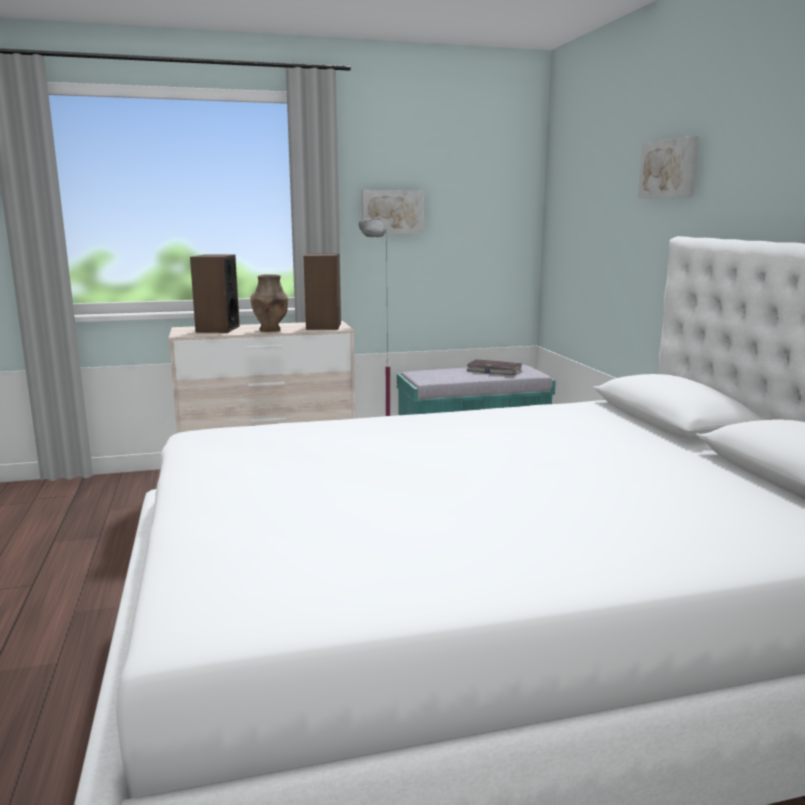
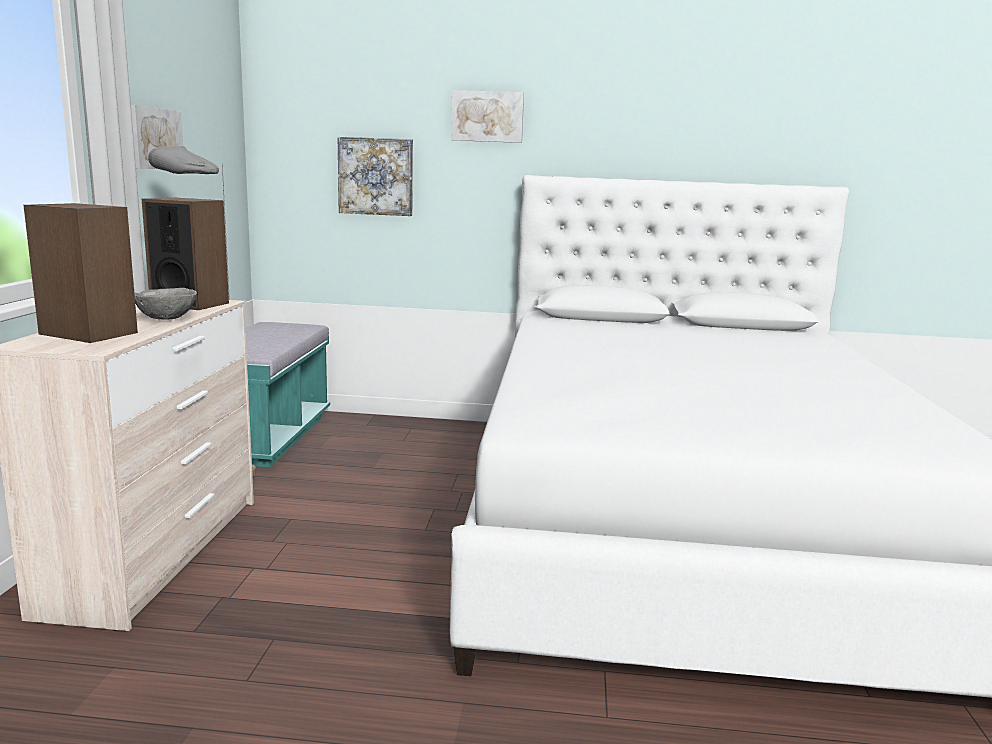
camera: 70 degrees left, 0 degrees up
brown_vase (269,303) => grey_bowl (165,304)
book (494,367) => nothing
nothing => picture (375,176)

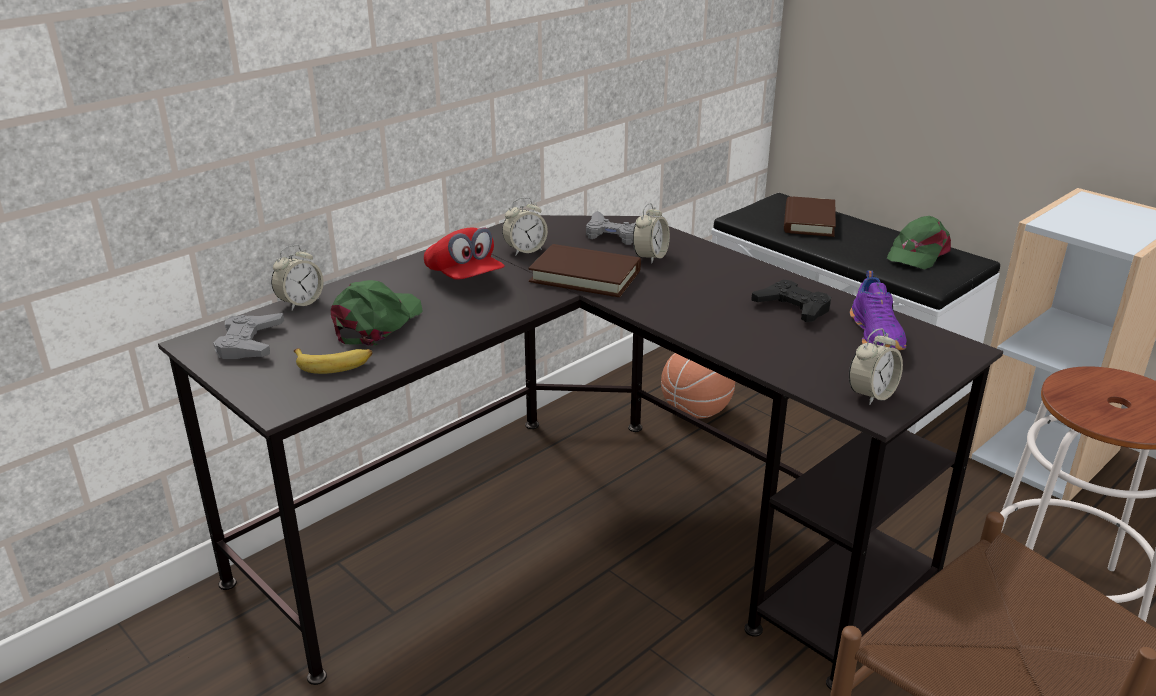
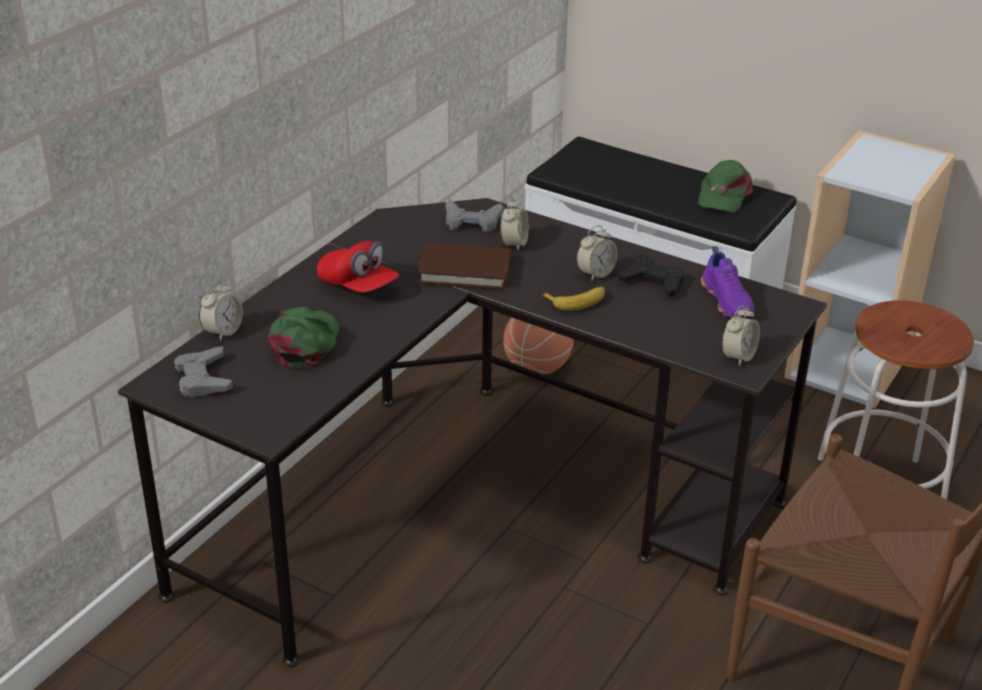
camera: 15 degrees left, 5 degrees up
banana (333,361) => banana (573,299), shifted
alarm_clock (525,226) => alarm_clock (596,253), shifted
brown_book (810,216) => nothing

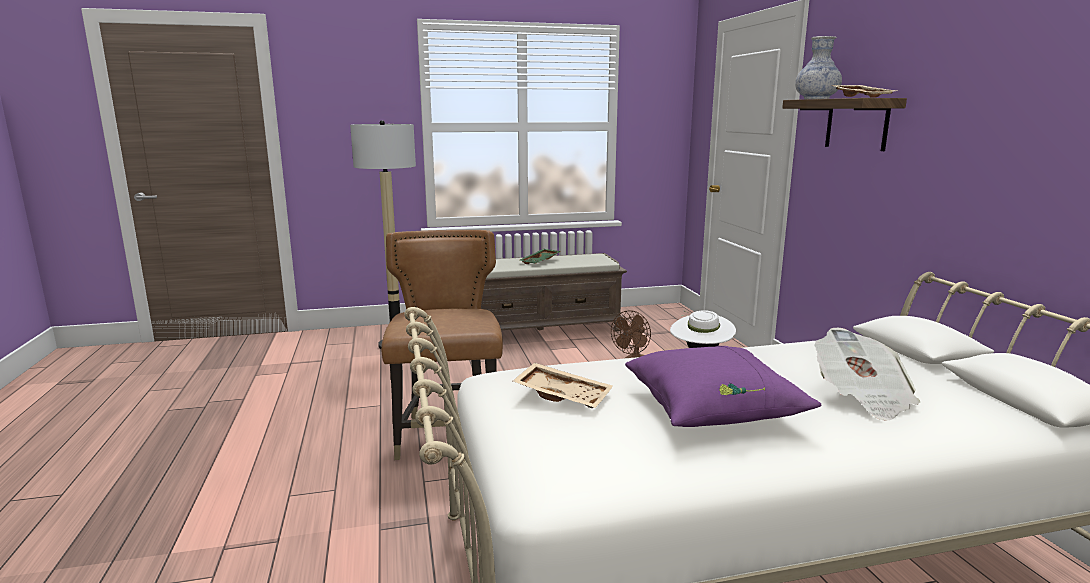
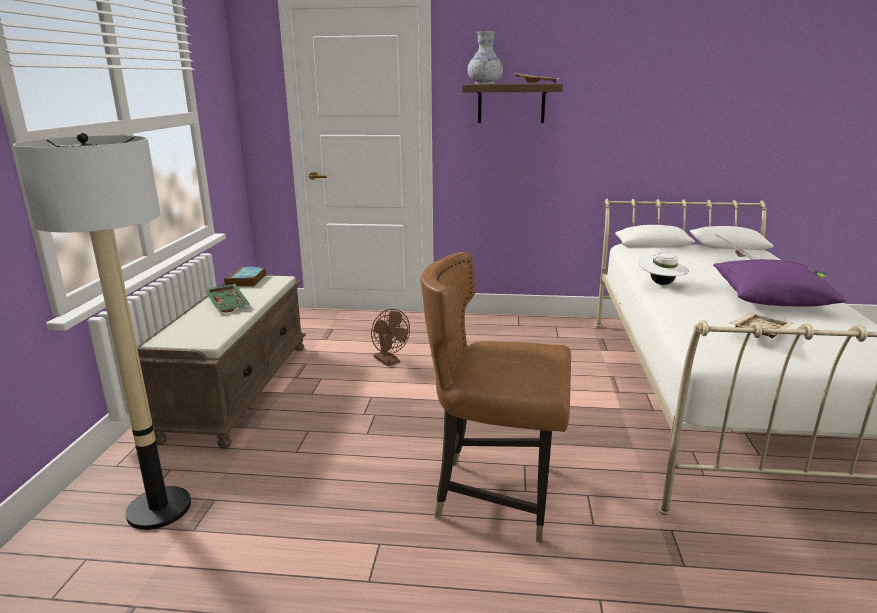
camera: 70 degrees left, 5 degrees up
nothing => book (245,277)

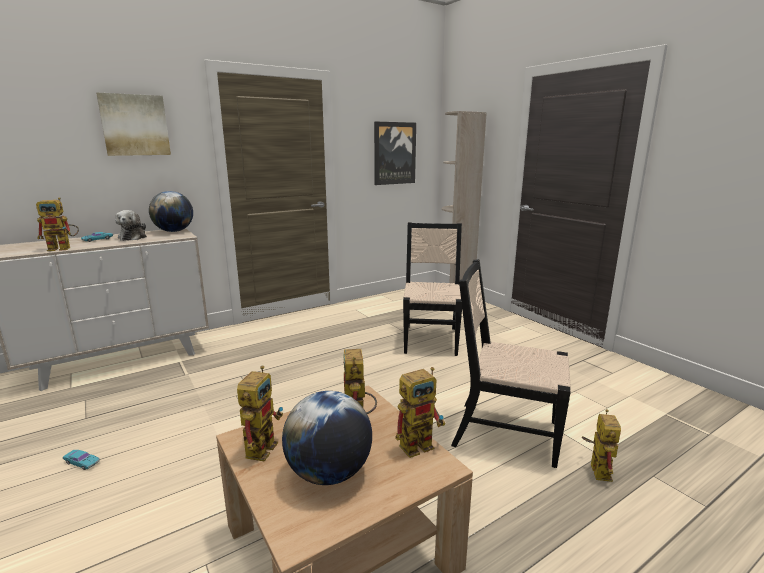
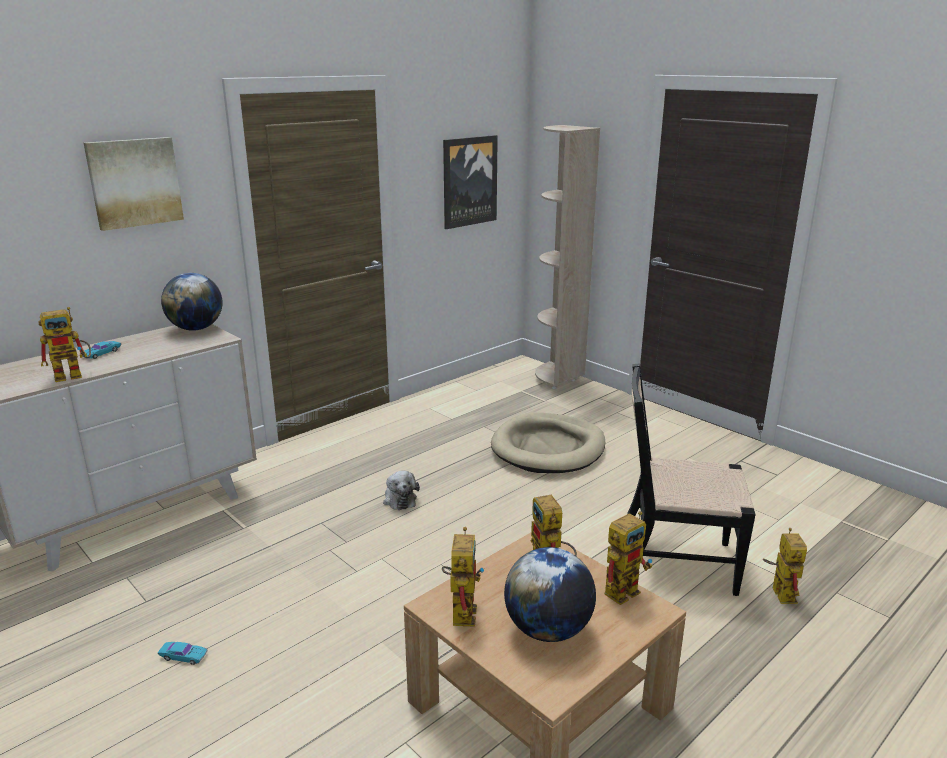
camera: 10 degrees left, 5 degrees up
plush_toy (131,225) => plush_toy (401,490), shifted
chair (432,289) => beige_dog_bed (548,442)

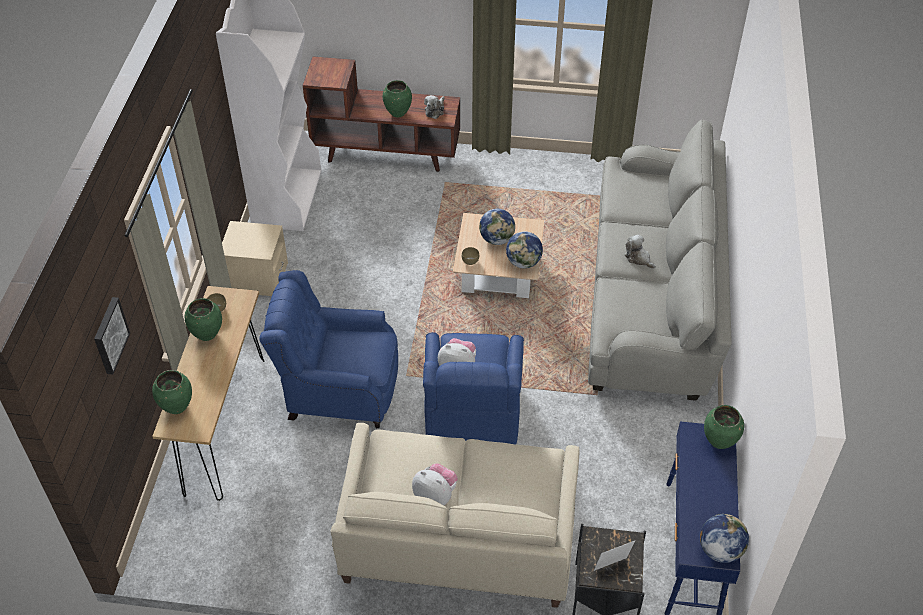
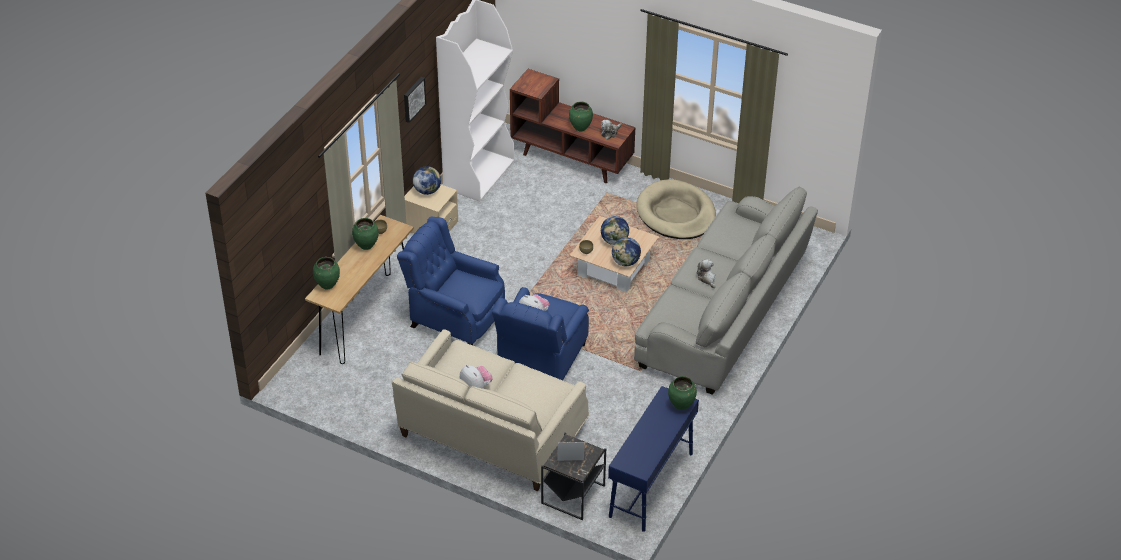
camera: 20 degrees right, 5 degrees down
picture (112,335) => picture (415,100), shifted
globe (724,538) => globe (427,180), shifted
nothing => beige_dog_bed (676,209)

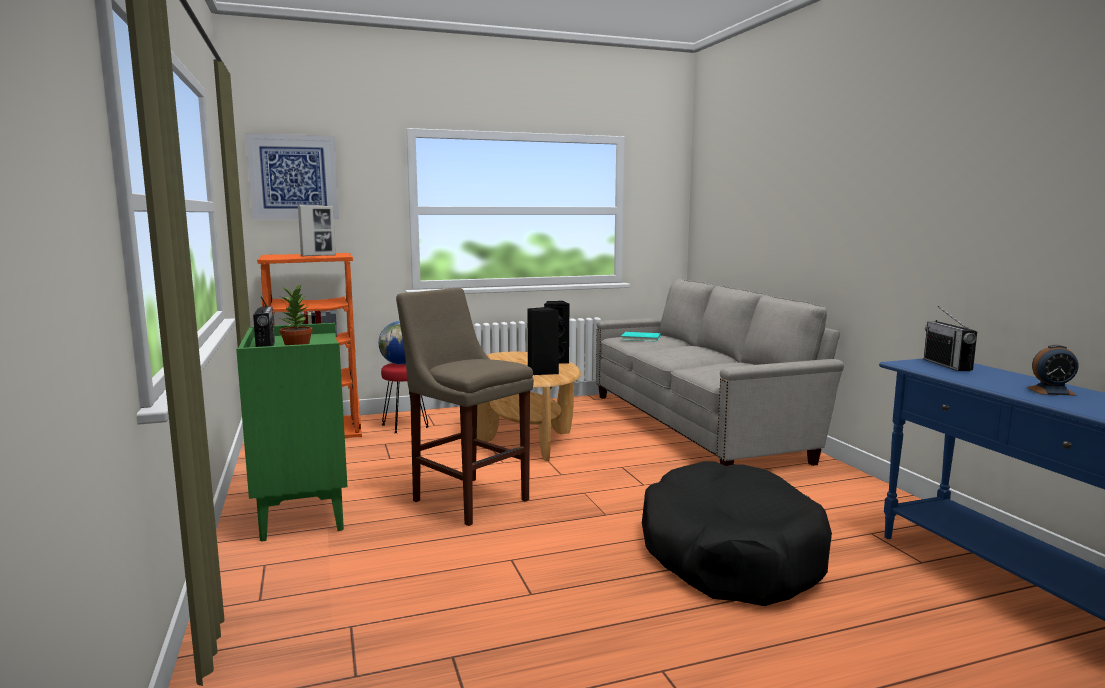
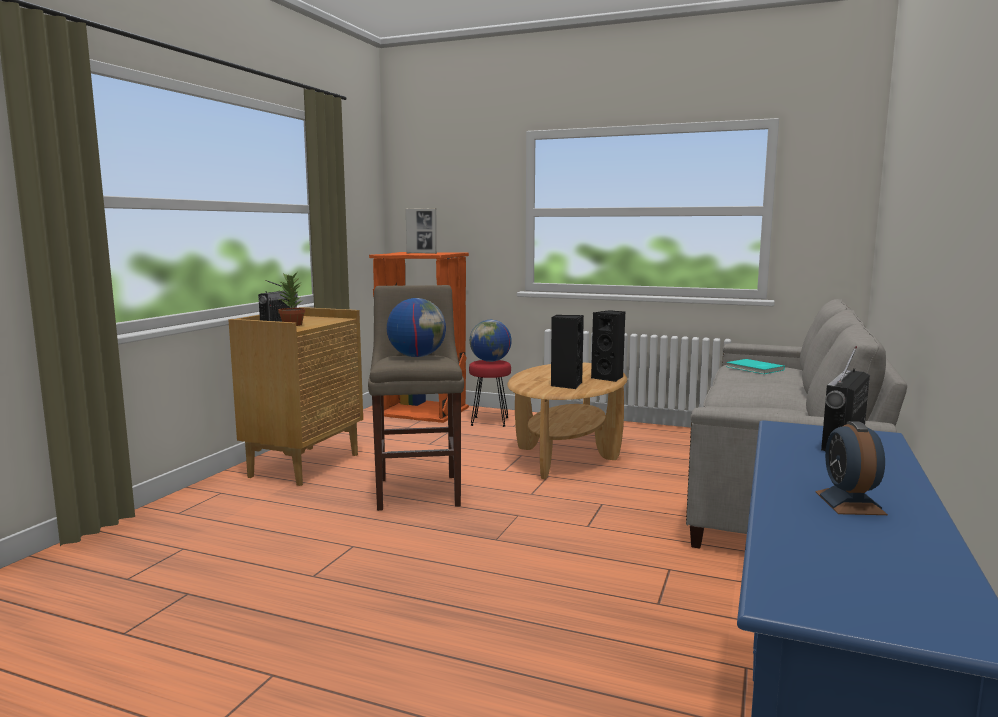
camera: 40 degrees right, 0 degrees up
green_cabinet (292,432) => brown_cabinet (295,396)
picture (292,176) => nothing
black_dog_bed (737,533) => nothing
alarm_clock (1052,370) => alarm_clock (851,468), 45 degrees clockwise
nothing => globe (416,327)

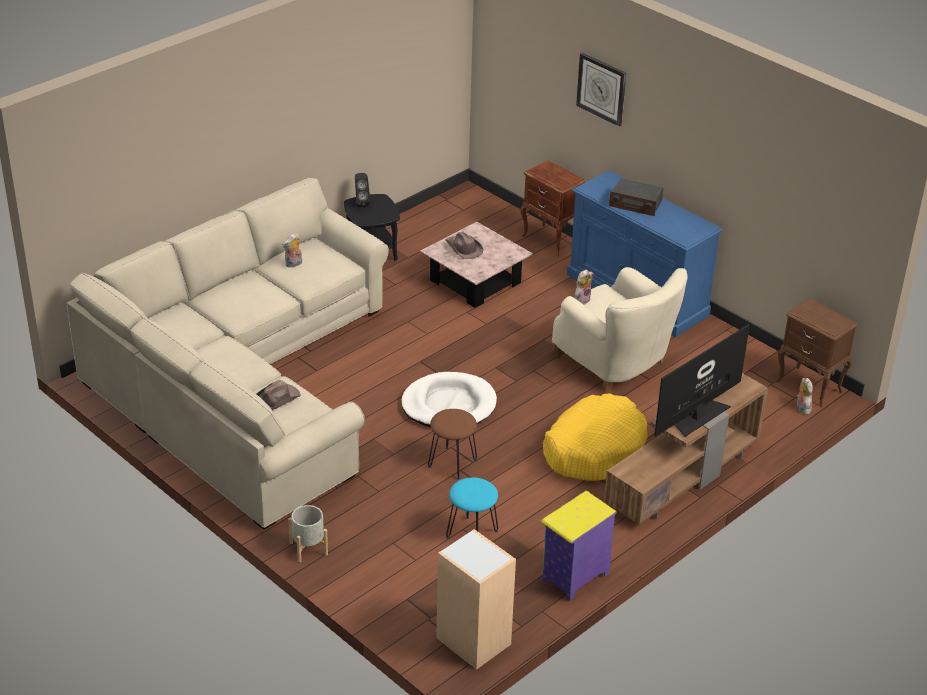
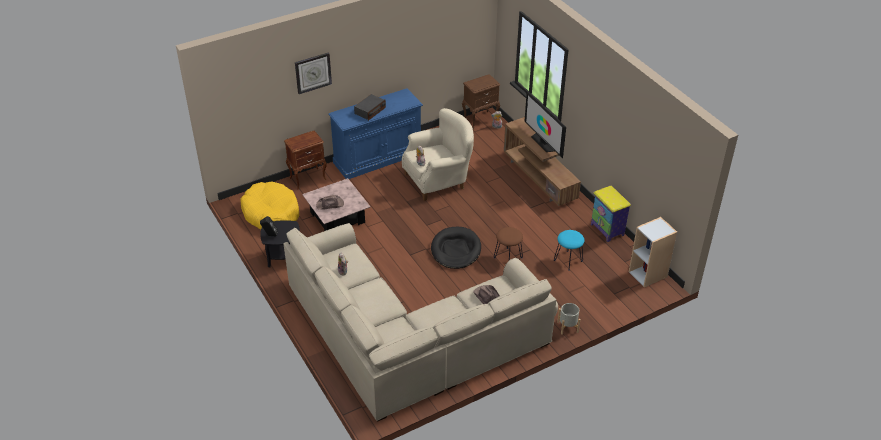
camera: 75 degrees left, 5 degrees up
white_dog_bed (449,399) => black_dog_bed (456,248)
yellow_dog_bed (595,437) => yellow_dog_bed (269,206), shifted

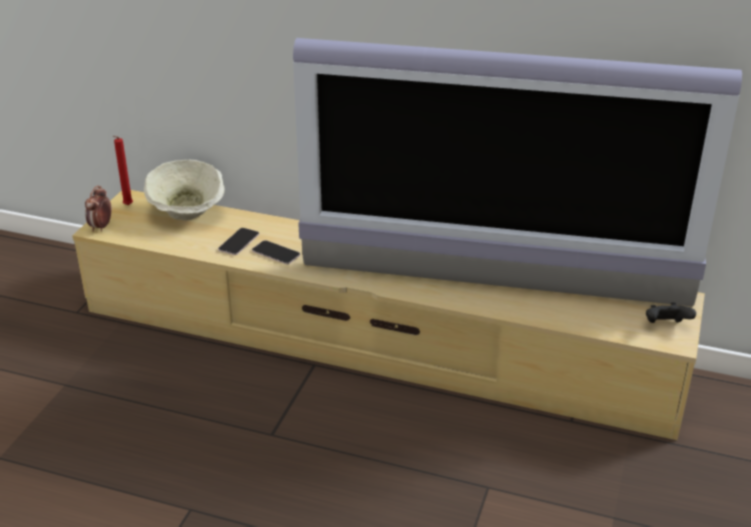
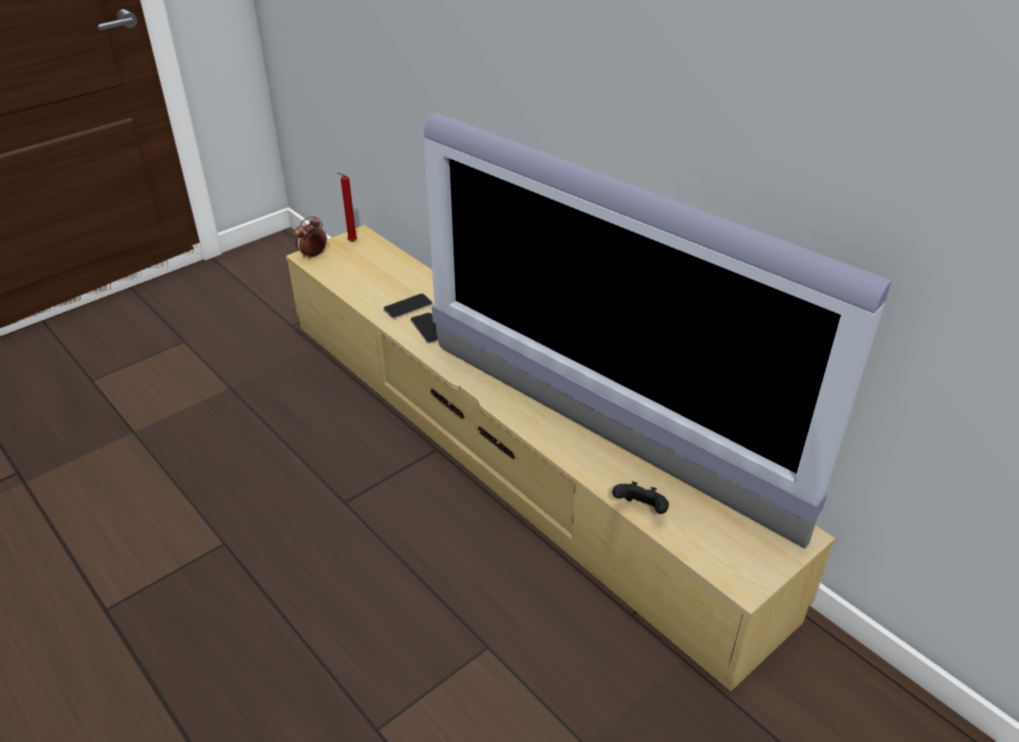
camera: 30 degrees right, 5 degrees up
beige_bowl (184,190) => nothing
black_game_controller (671,312) => black_game_controller (640,497), shifted

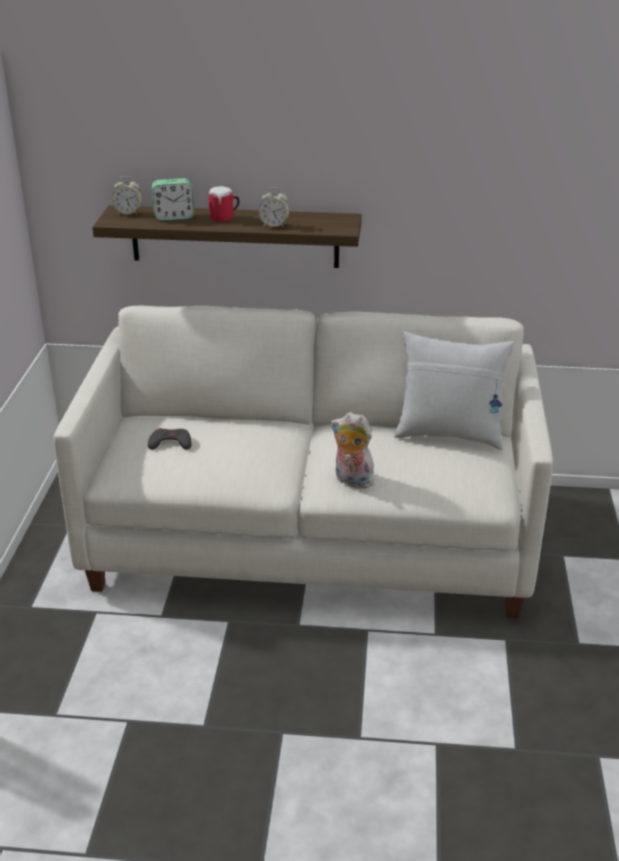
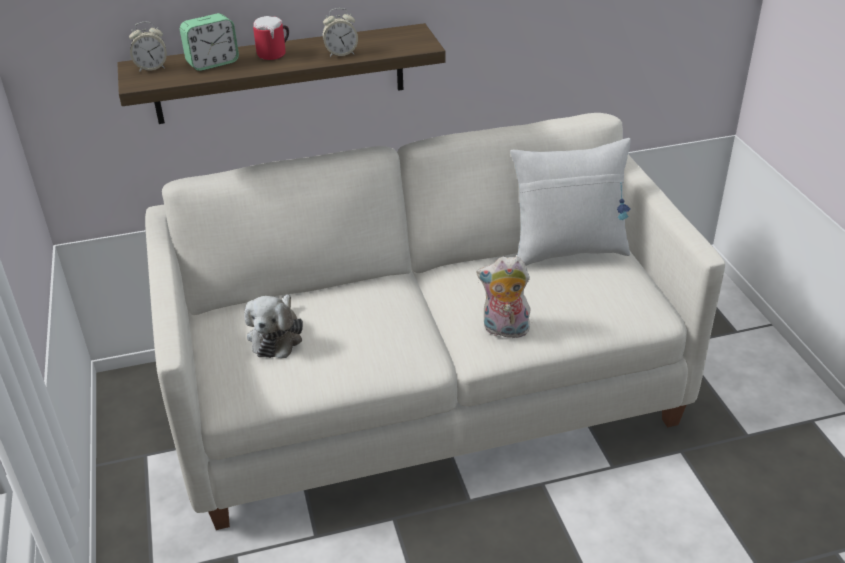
camera: 20 degrees left, 5 degrees up
grey_game_controller (170,438) => plush_toy (273,326)

